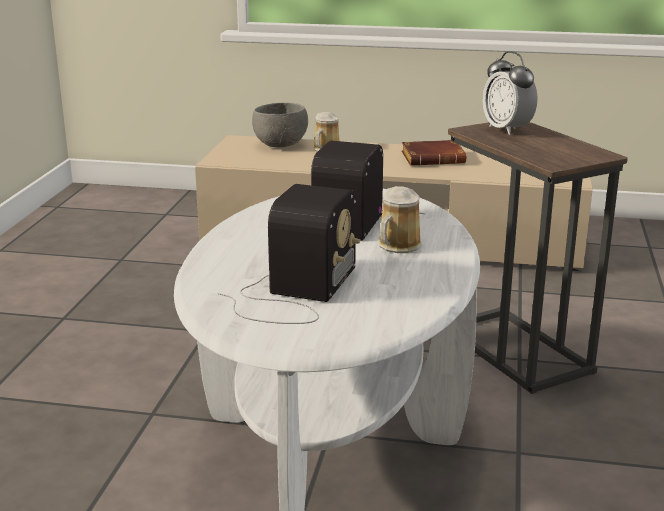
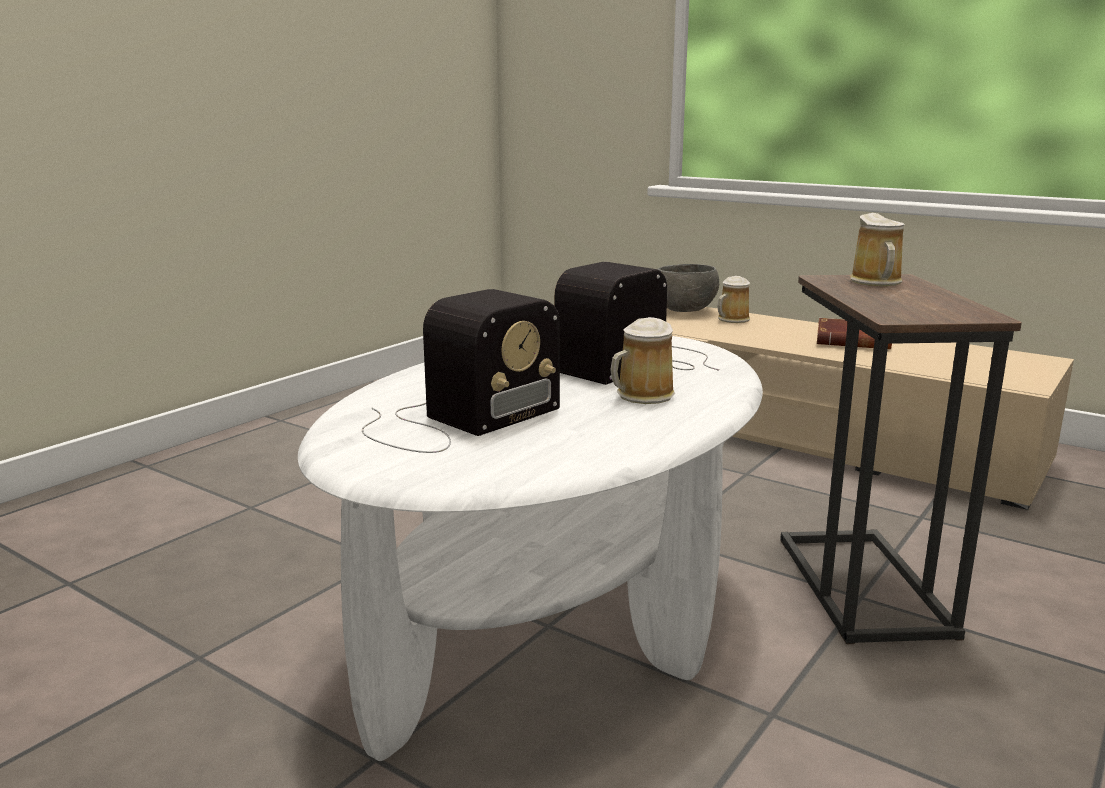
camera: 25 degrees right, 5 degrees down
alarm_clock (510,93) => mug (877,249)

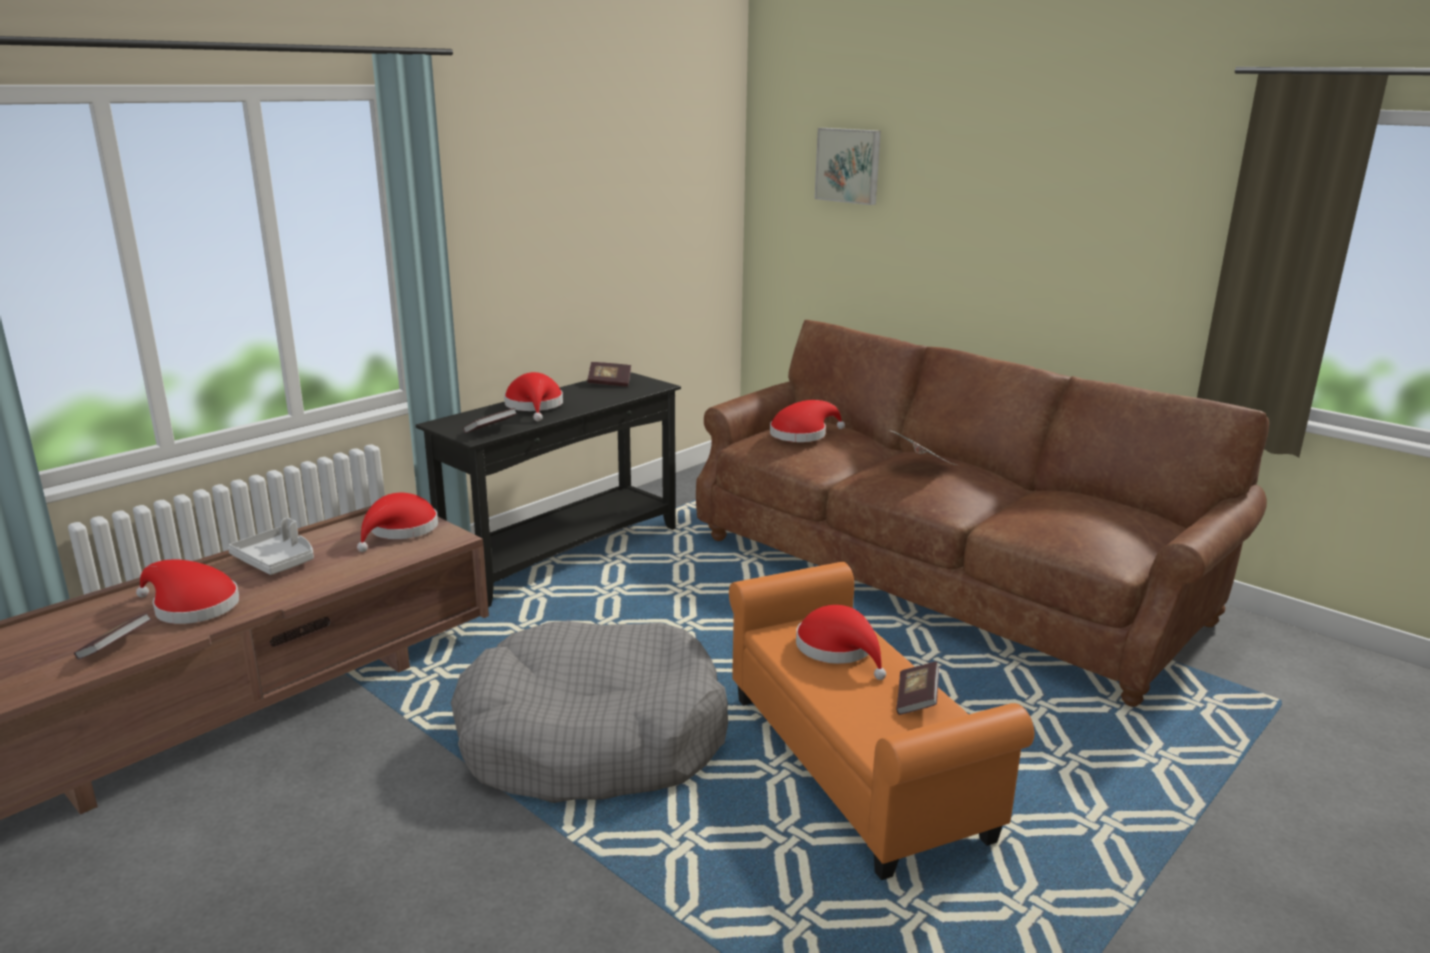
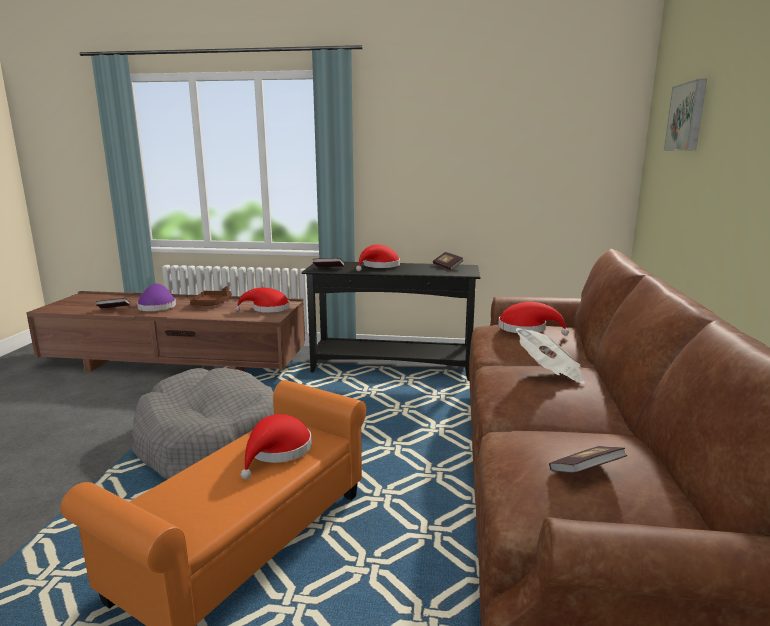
camera: 55 degrees right, 5 degrees down
red_hat (187,591) => purple_hat (156,297)
grey_tray (271,546) => brown_tray (211,296)
book (917,688) => book (588,459), shifted

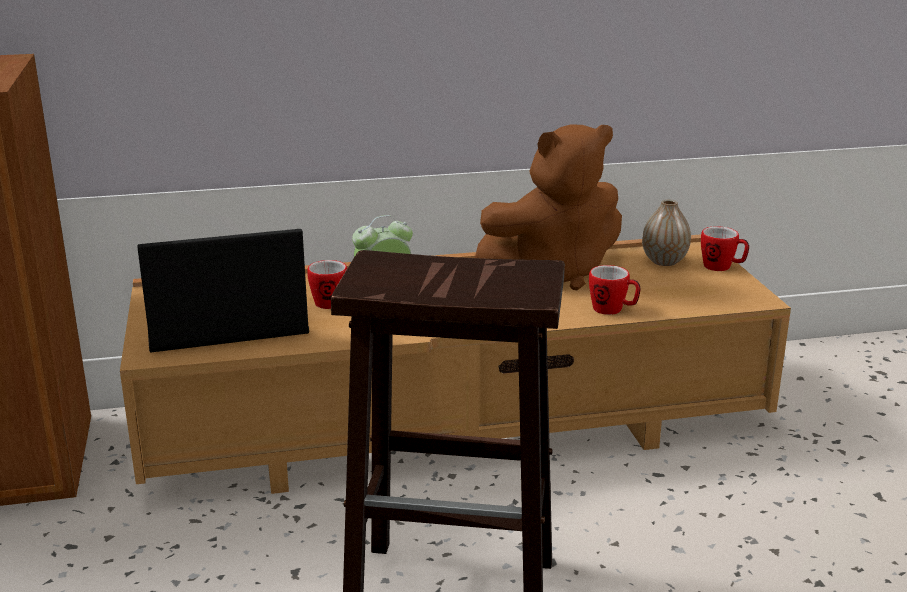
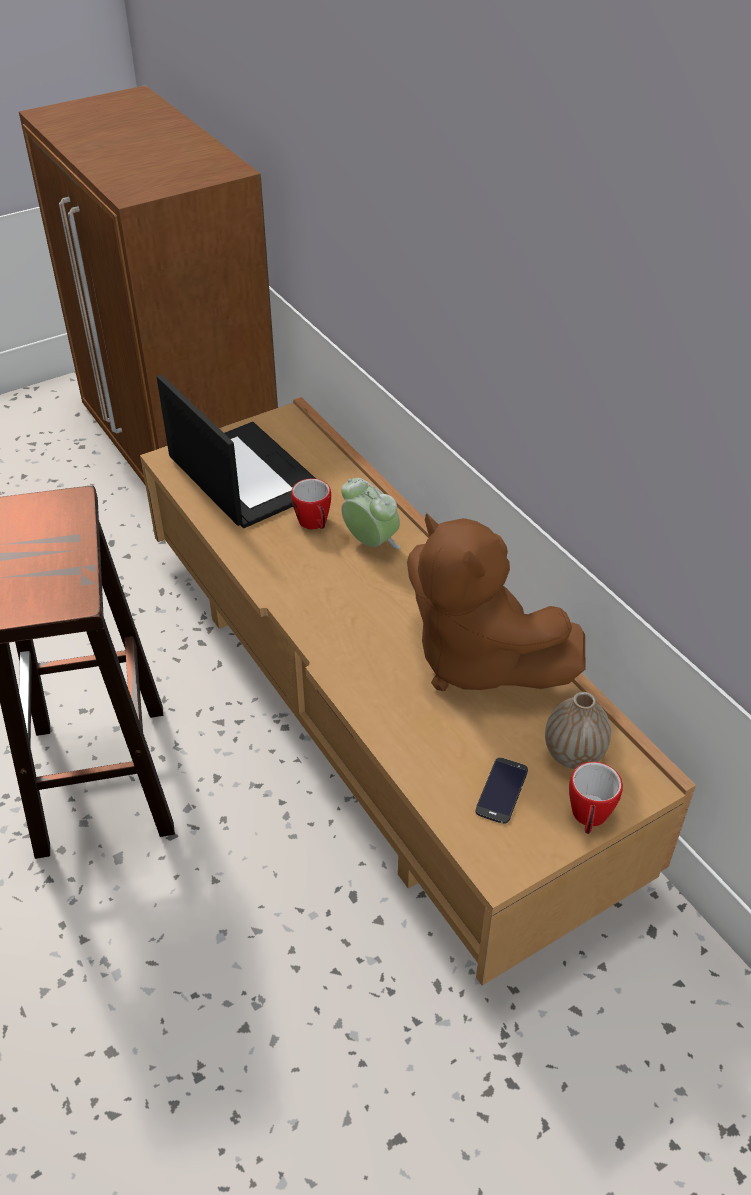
camera: 70 degrees right, 20 degrees up
mug (615,290) => nothing
nothing => phone (501,791)

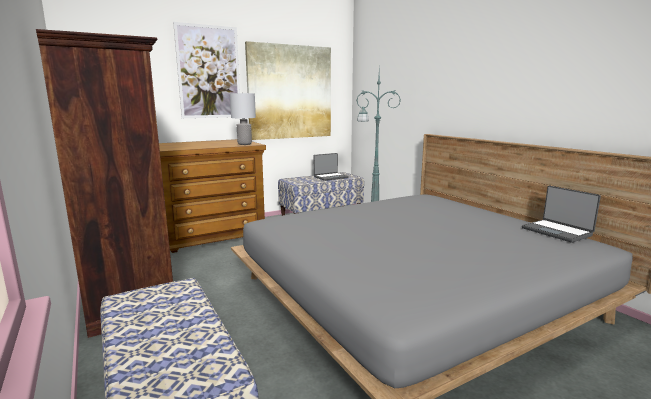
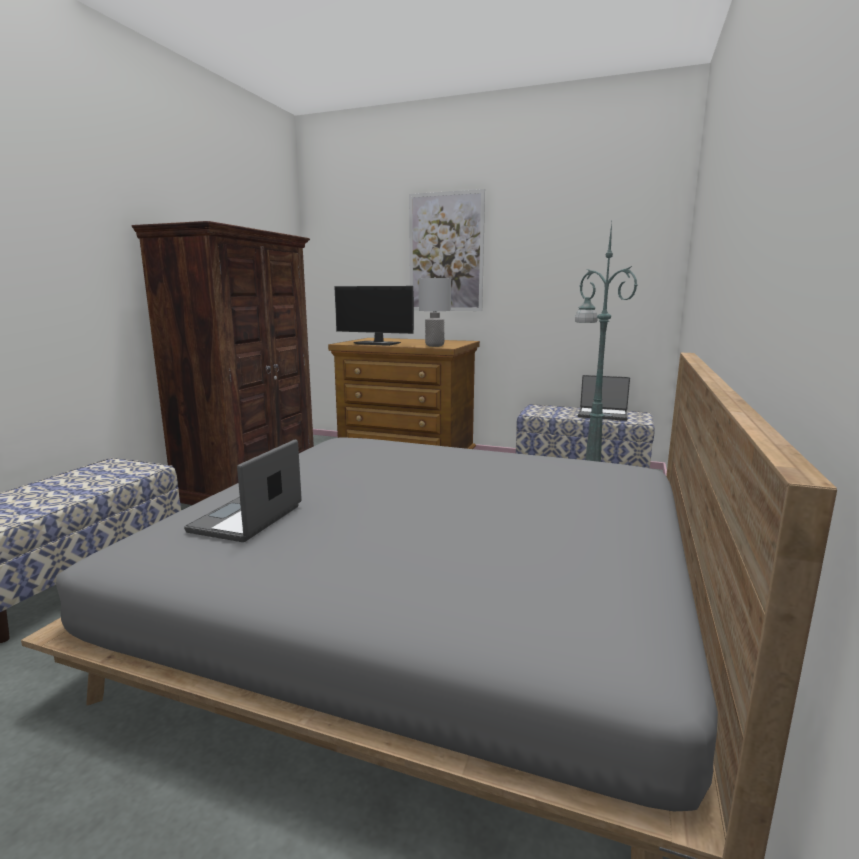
camera: 50 degrees right, 0 degrees up
picture (288,90) => nothing
laptop (561,214) => laptop (243,491), shifted
nothing => monitor (374,316)

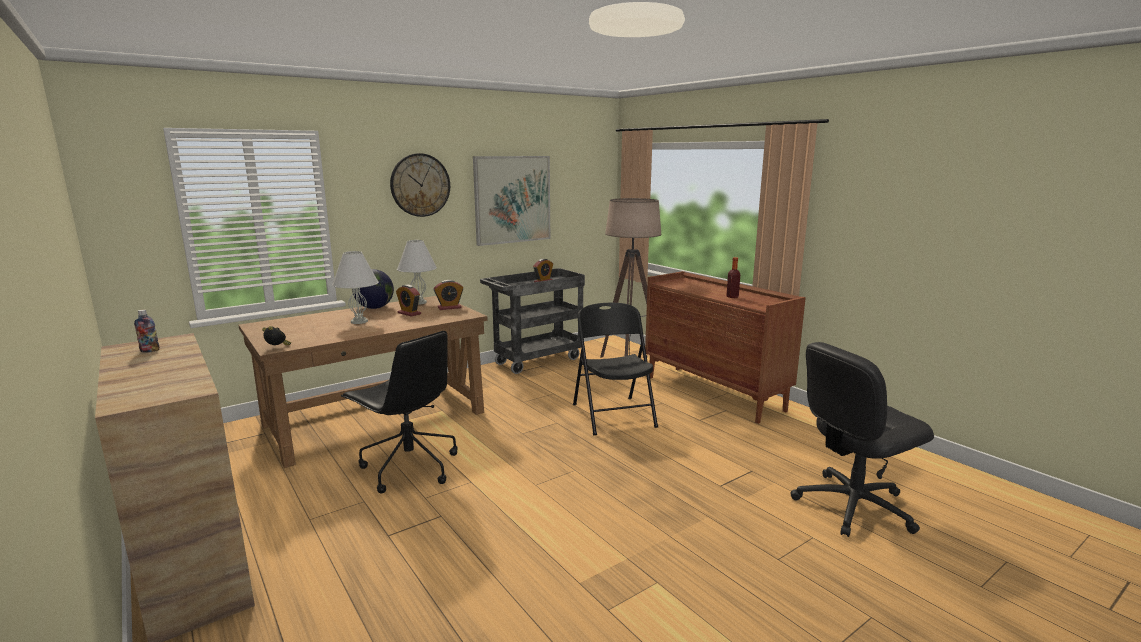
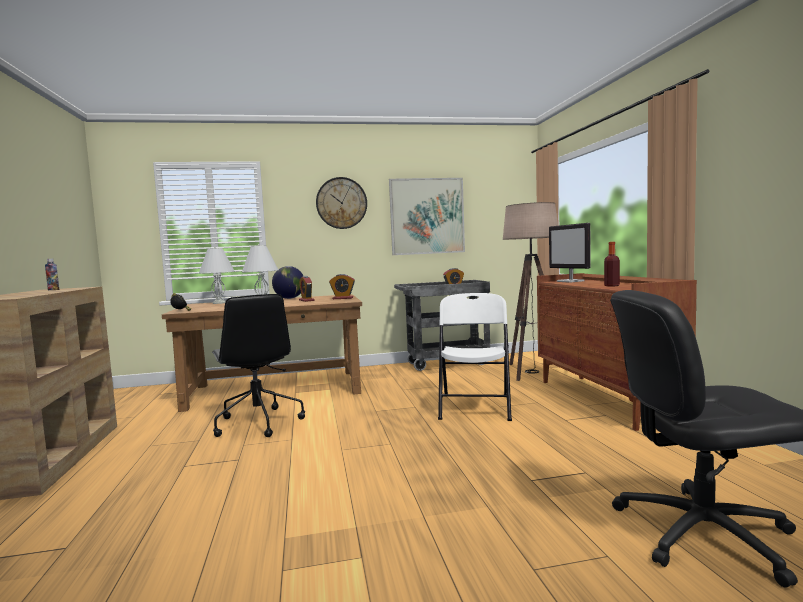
camera: 25 degrees right, 10 degrees down
white_table_lamp (417,272) => white_table_lamp (217,275), shifted
black_chair (615,369) => white_chair (475,357)
nothing => monitor (570,253)

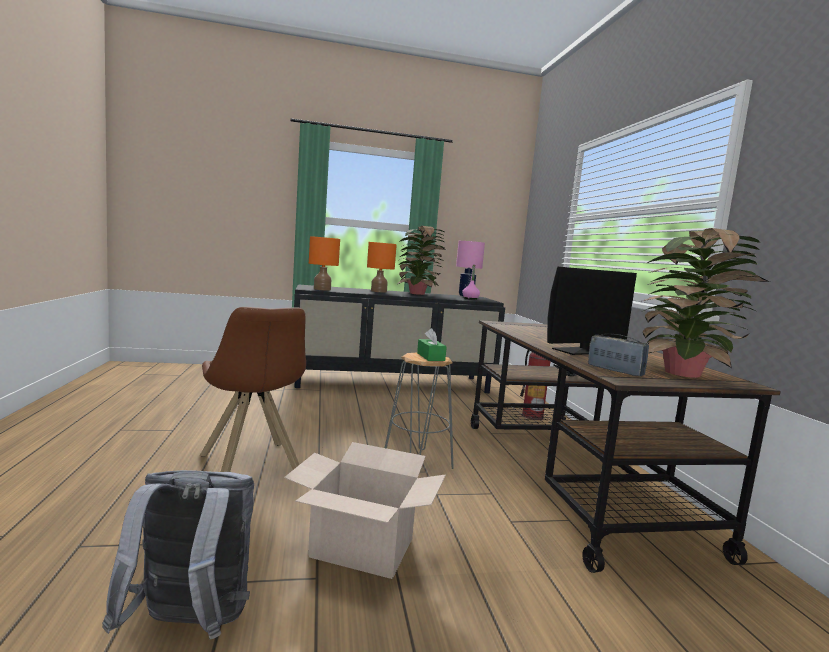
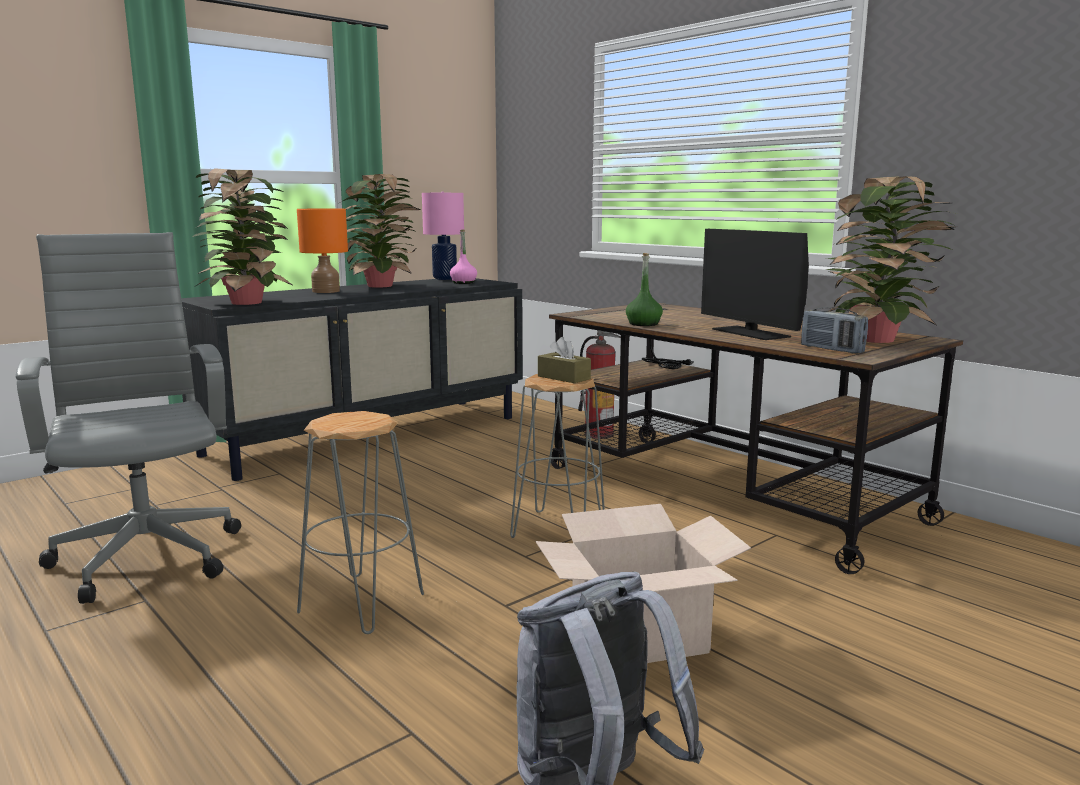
camera: 30 degrees left, 5 degrees up
brown_chair (253,389) => grey_stool (360,522)
orange_table_lamp (324,263) => potted_plant (243,236)
green_tissue_box (432,344) => brown_tissue_box (564,360)
monitor (592,311) => monitor (755,284), 120 degrees clockwise
radio (618,355) => radio (834,330), 150 degrees counterclockwise
nothing => grey_office_chair (128,418)
nothing => green_bottle (644,289)

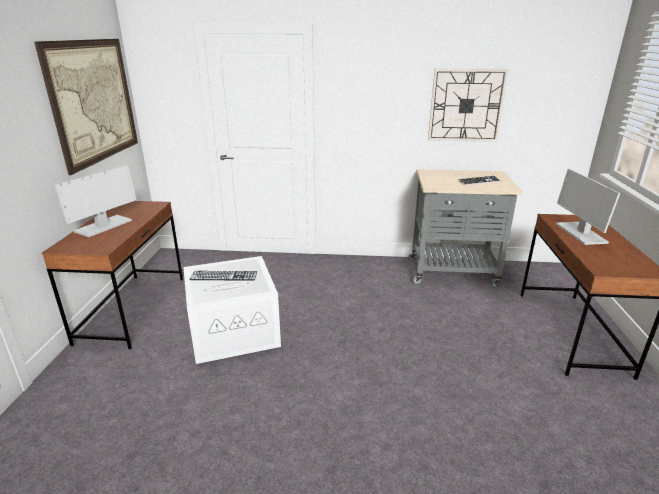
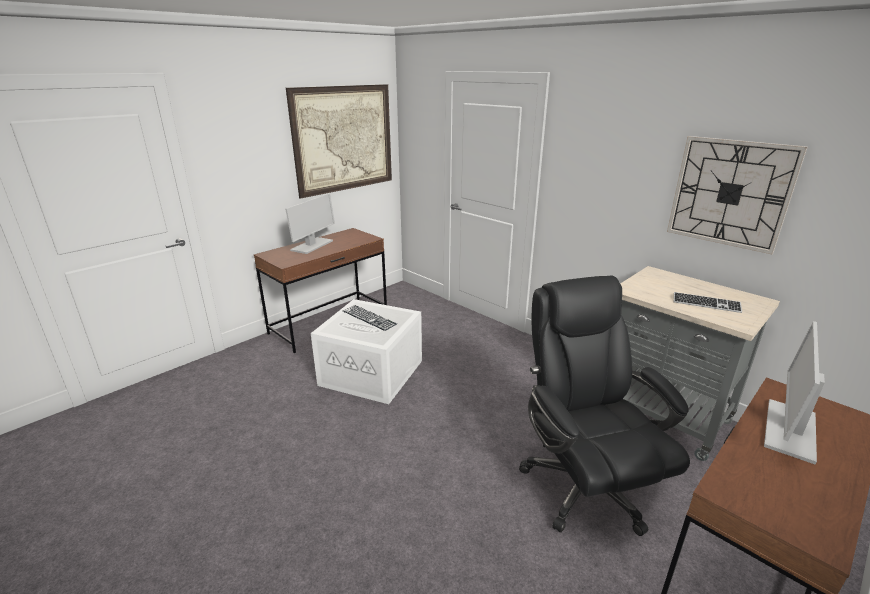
camera: 40 degrees right, 0 degrees up
monitor (95,201) => monitor (310,223), 45 degrees counterclockwise
nothing => black_office_chair (604,406)

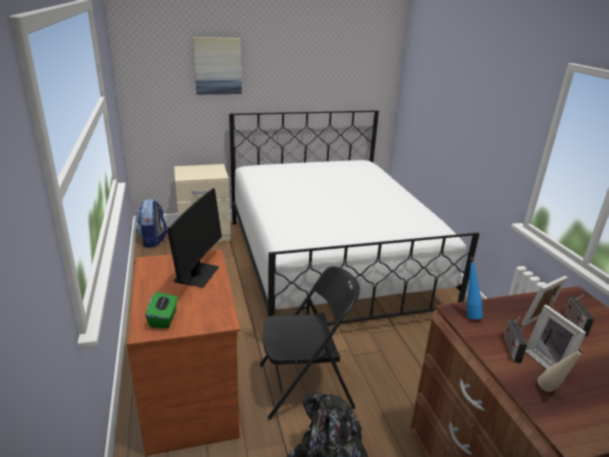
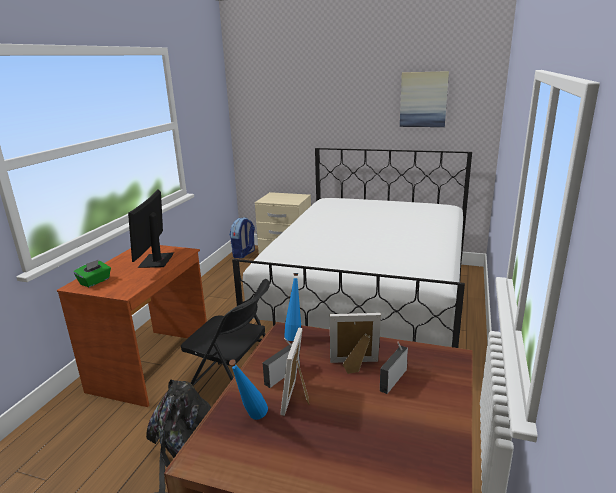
camera: 35 degrees right, 5 degrees down
monitor (194,238) => monitor (151,228), 135 degrees clockwise
picture (217,65) => picture (424,99), shifted
beige_bottle (562,369) => blue_bottle (248,389)

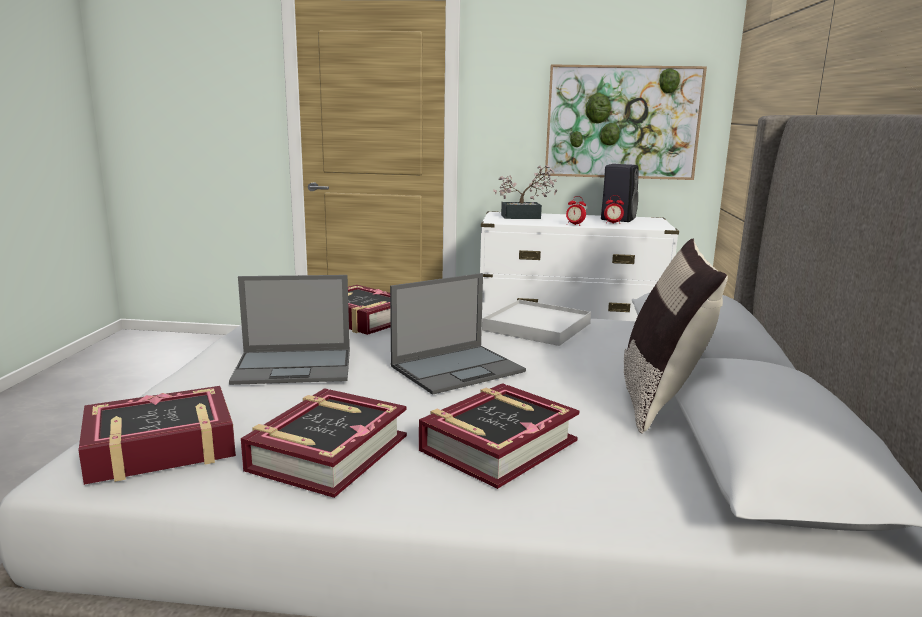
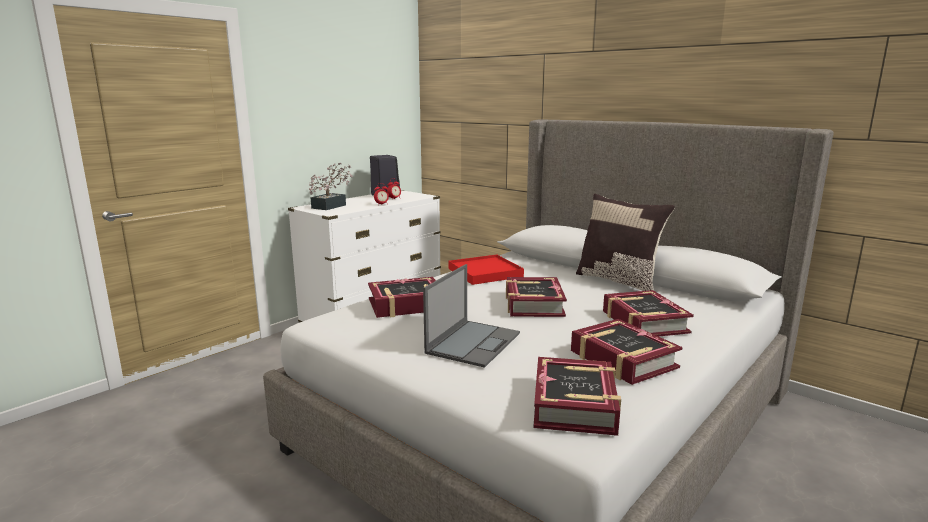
camera: 55 degrees left, 0 degrees up
laptop (458,334) => book (536,297)
white_tray (536,323) => red_tray (486,270)
picture (626,122) => nothing

